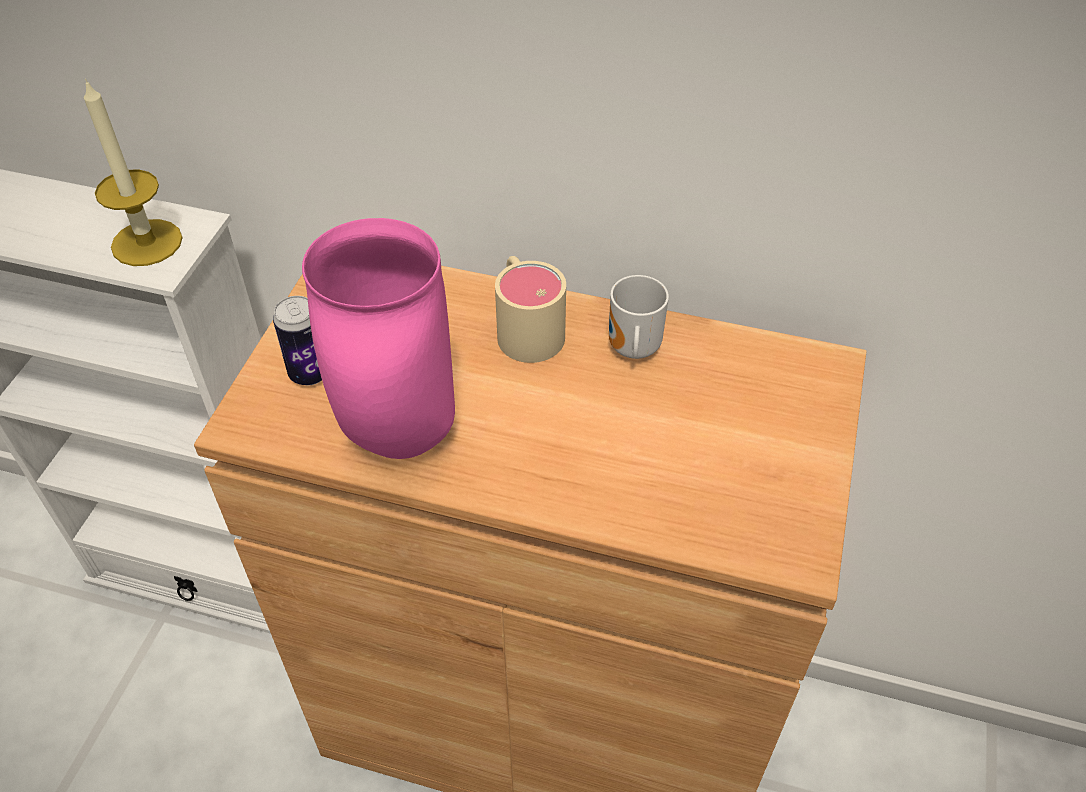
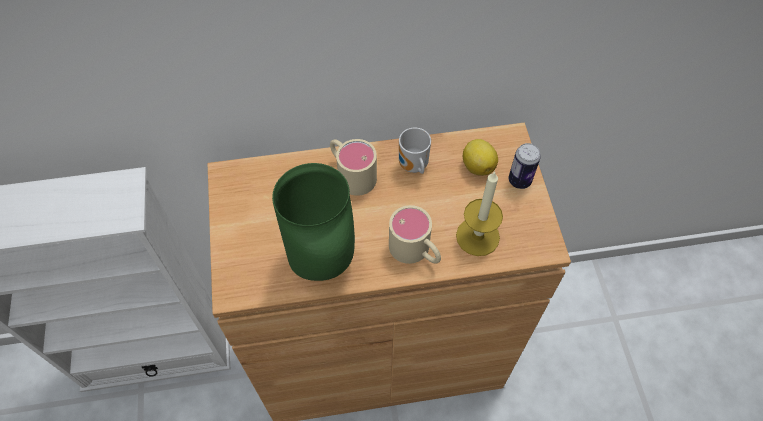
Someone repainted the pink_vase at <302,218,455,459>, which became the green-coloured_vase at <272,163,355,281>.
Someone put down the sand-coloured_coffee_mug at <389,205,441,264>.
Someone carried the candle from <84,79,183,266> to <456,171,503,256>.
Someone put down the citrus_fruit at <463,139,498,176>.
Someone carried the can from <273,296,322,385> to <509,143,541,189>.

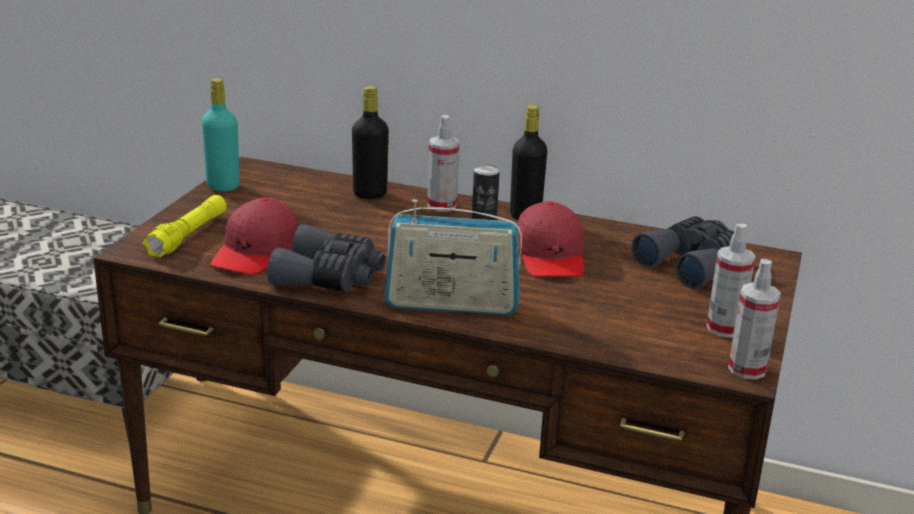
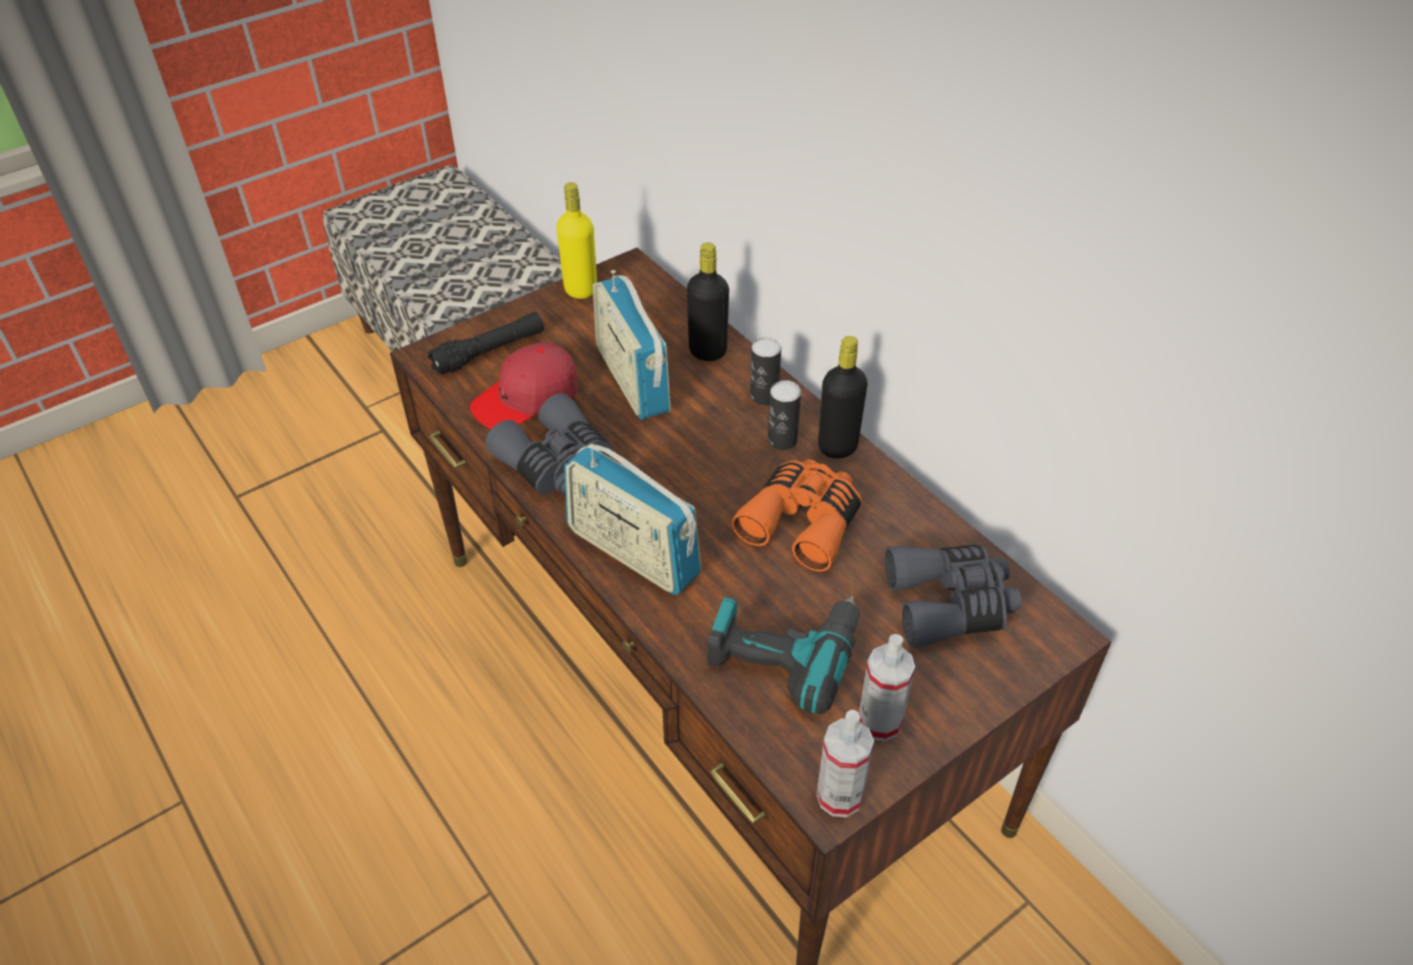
Someone repainted the yellowish_flashlight at <143,195,227,258>, which became the blackish_flashlight at <427,312,544,376>.
Someone repainted the turquoise-coloured_drink_bottle at <202,78,240,191>, which became the yellowish_drink_bottle at <556,182,597,299>.
Someone put down the radio at <593,270,671,420>.
Someone put down the power_drill at <707,596,860,715>.
Someone swapped the red_baseball_cap at <517,201,584,277> for the orangey_pair_of_binoculars at <732,459,862,572>.
Someone swapped the spray_bottle at <427,115,459,212> for the can at <750,337,781,405>.

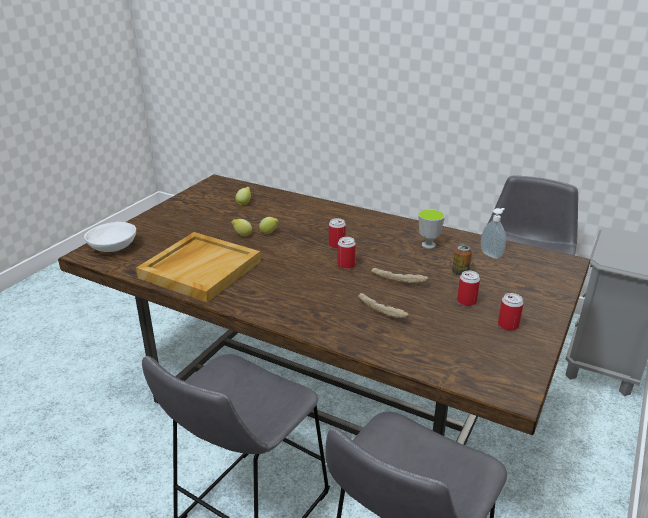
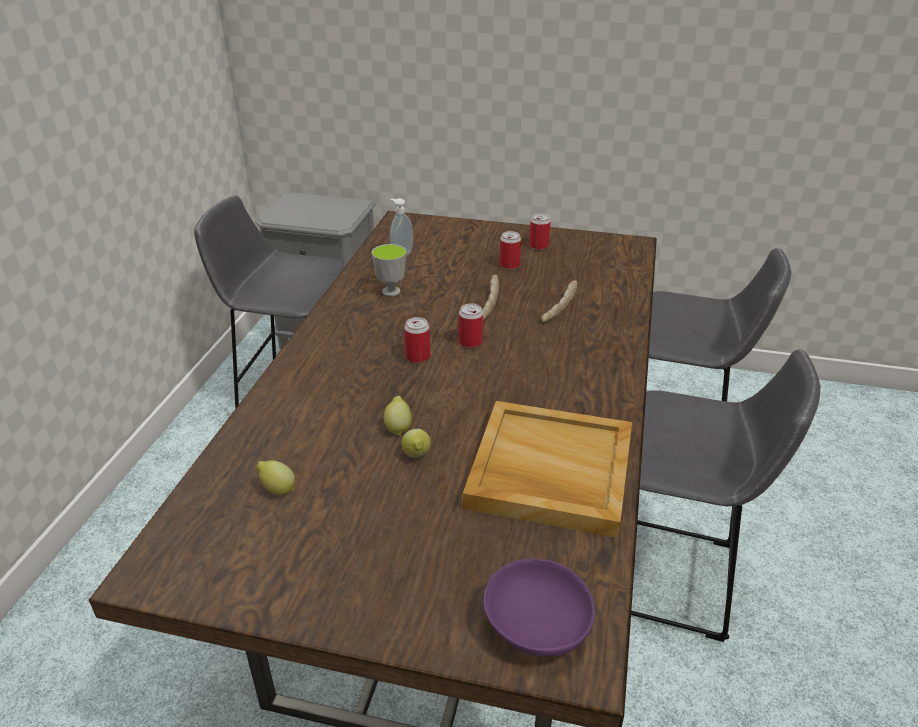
Someone repainted the white-coloured_bowl at <84,222,136,252>, which became the purplish_bowl at <483,559,595,656>.
Someone took away the can at <452,244,472,276>.

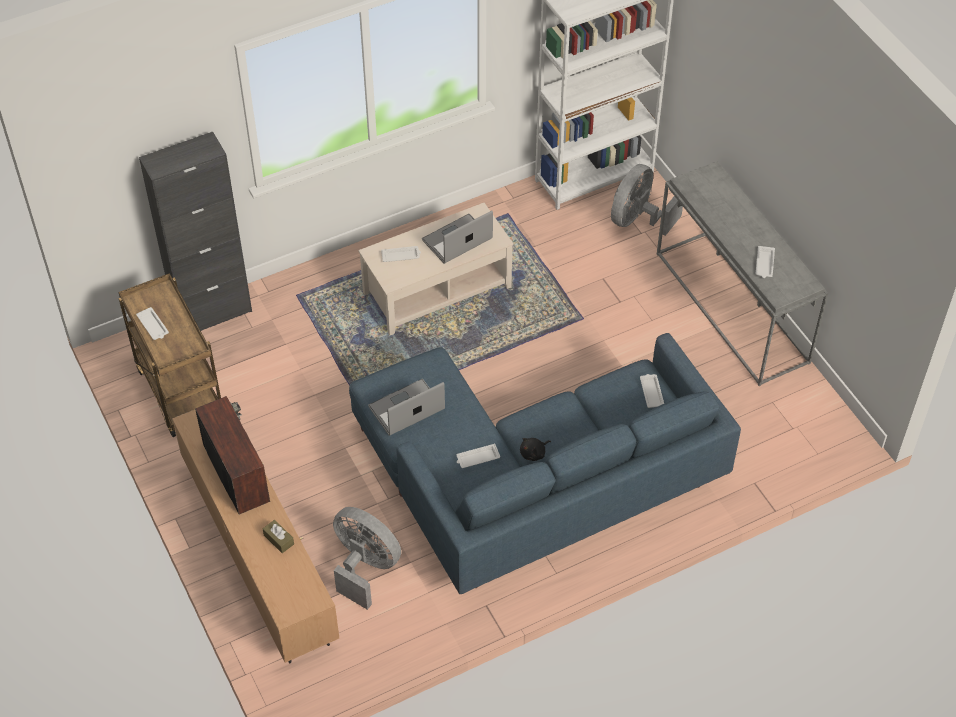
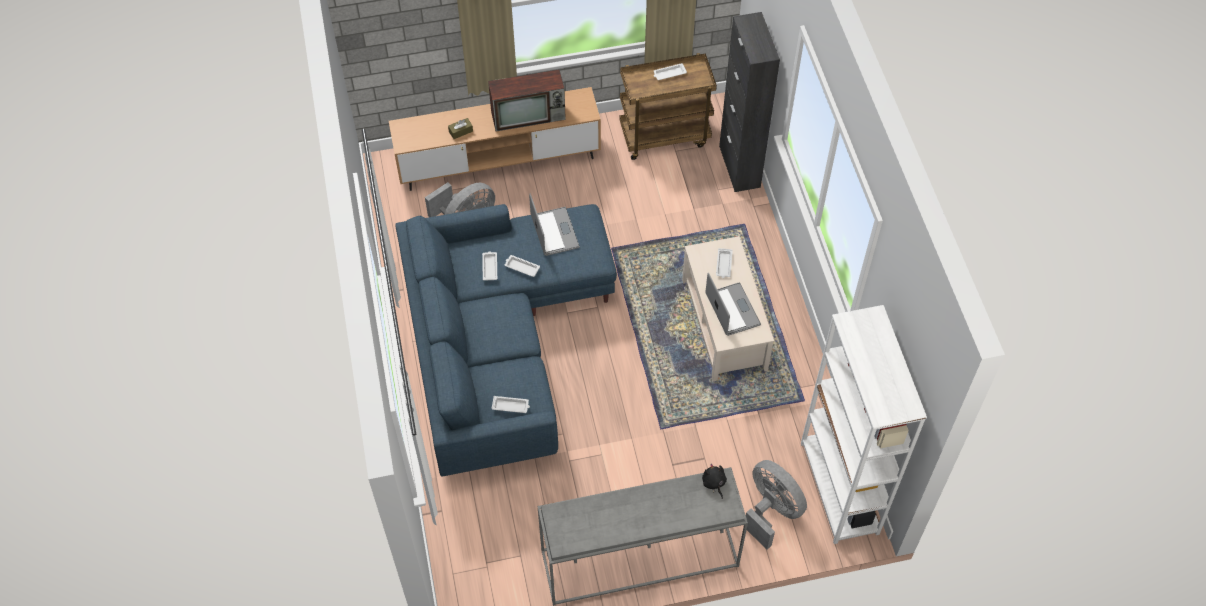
Someone carried the white-coloured_carrying_tray from <756,246,775,278> to <505,255,540,277>.
Someone carried the blackish_cuddly_toy from <520,438,551,461> to <702,464,727,499>.

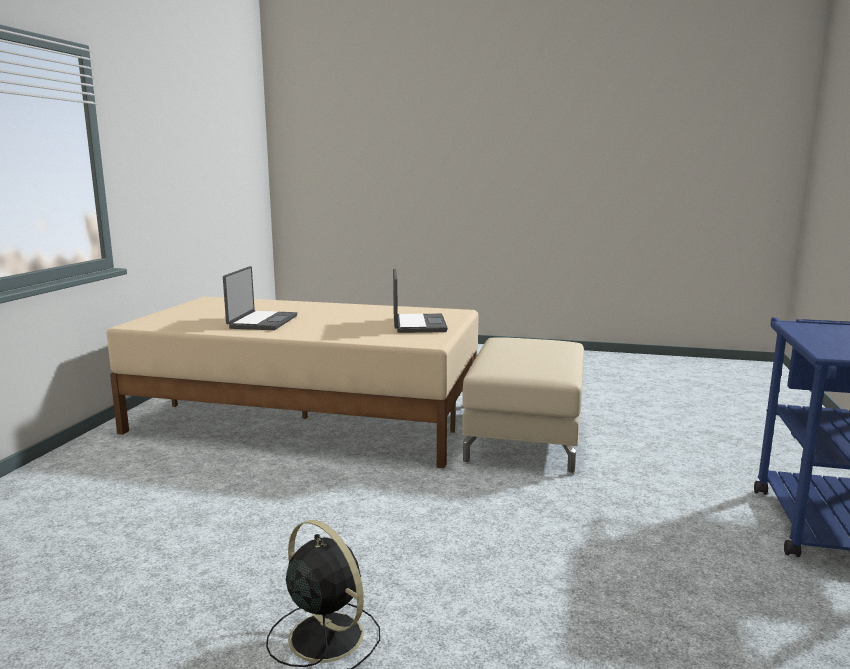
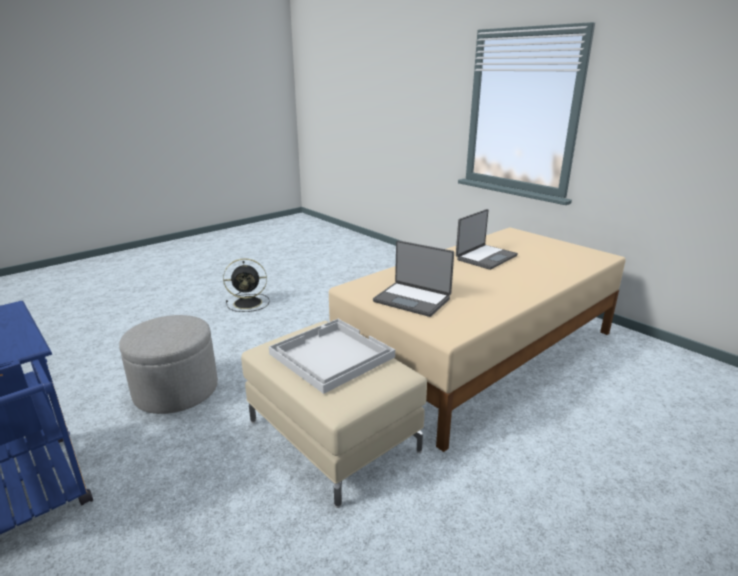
Someone put down the grey_ottoman at <119,315,218,414>.
Someone put down the white-coloured_carrying_tray at <269,319,395,394>.
Someone rotated the notebook_computer at <223,266,297,330> by 90 degrees counterclockwise.

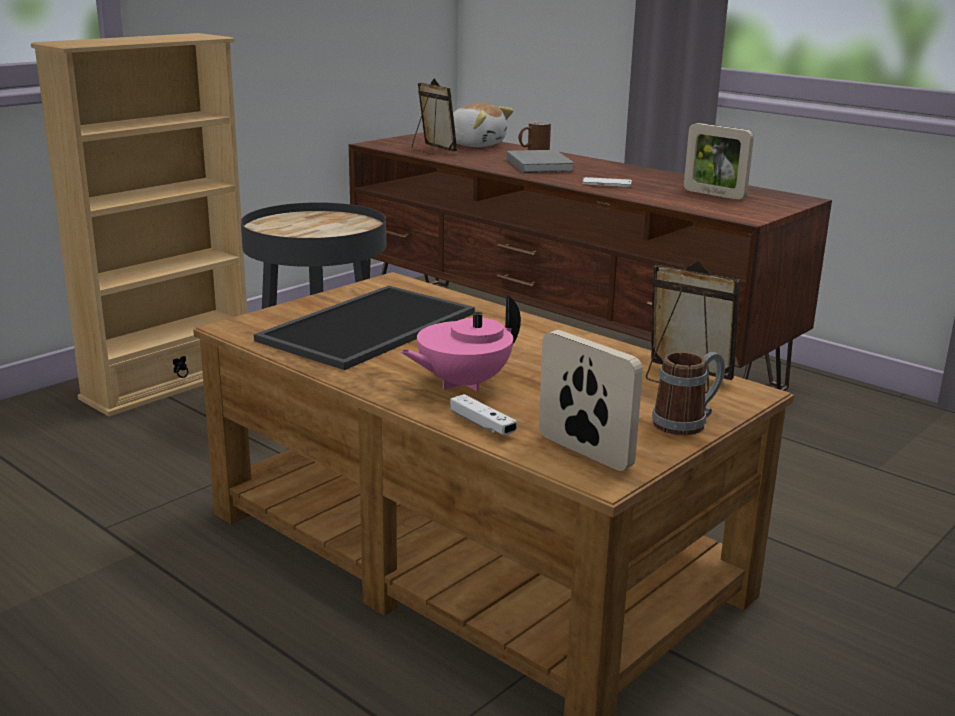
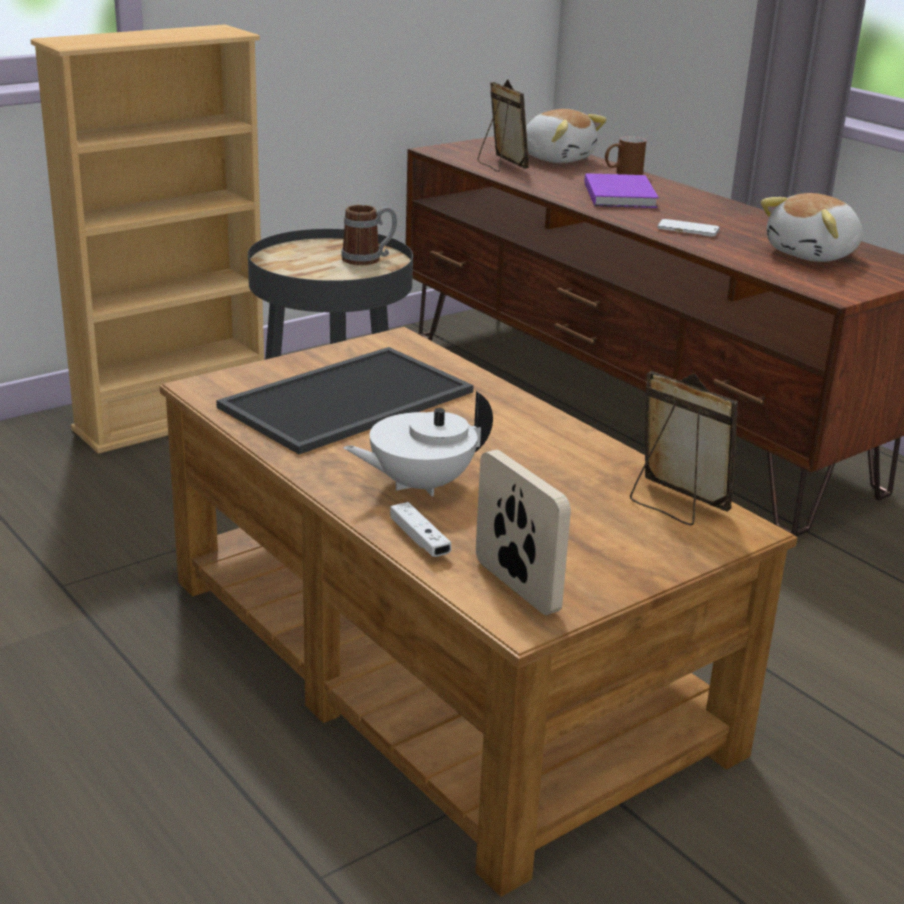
Someone carried the coffee_mug from <652,352,725,436> to <341,205,397,265>.
Someone repainted the pink_pot_for_tea at <400,295,521,391>, which became the white-coloured_pot_for_tea at <344,391,493,496>.
Someone repainted the grey_volume at <507,150,575,173>, which became the purplish_volume at <584,173,659,208>.
Someone swapped the photo_frame at <684,123,754,200> for the cuddly_toy at <761,193,863,262>.

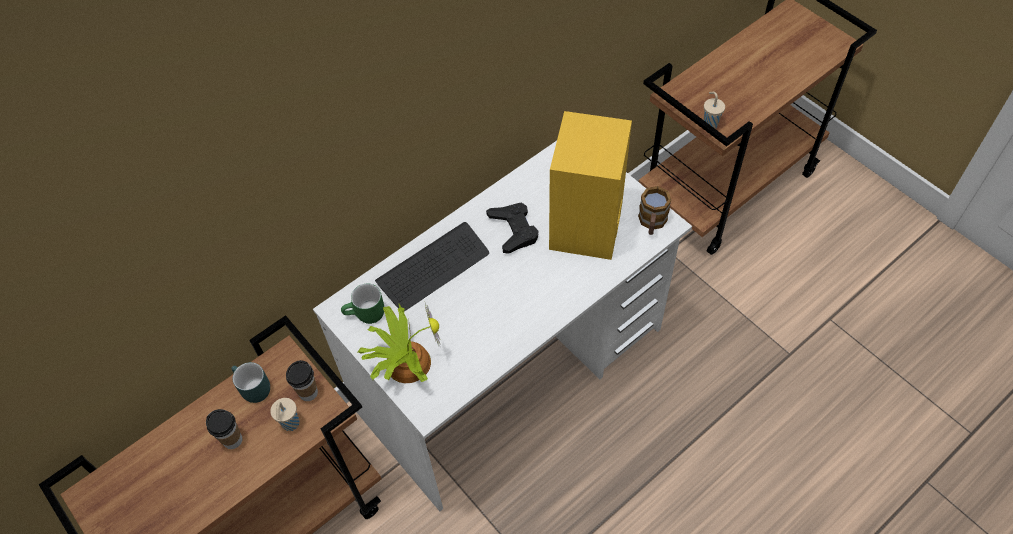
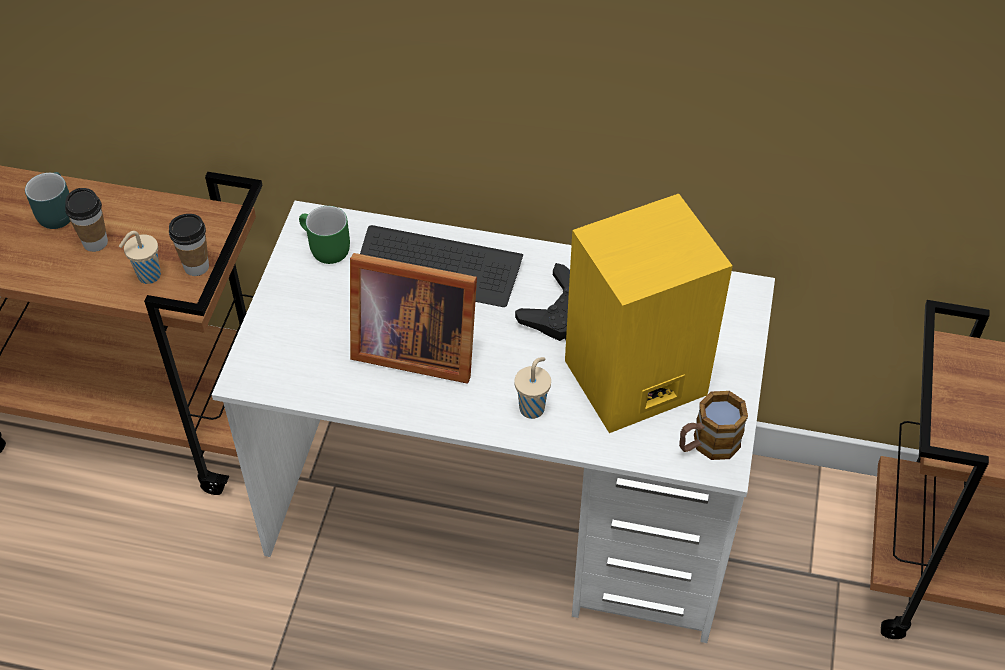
Someone carried the turquoise-coloured_coffee_mug from <231,362,270,403> to <25,172,71,229>.
Someone put down the photo_frame at <350,253,477,384>.
Someone carried the sand-coloured_cup from <704,92,725,129> to <514,357,551,419>.
Someone took away the plant_in_a_pot at <358,303,441,383>.

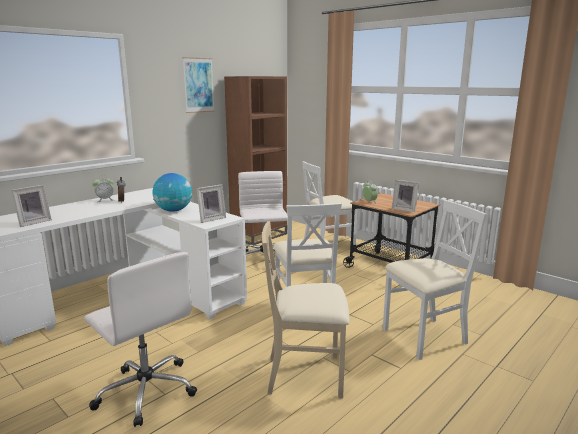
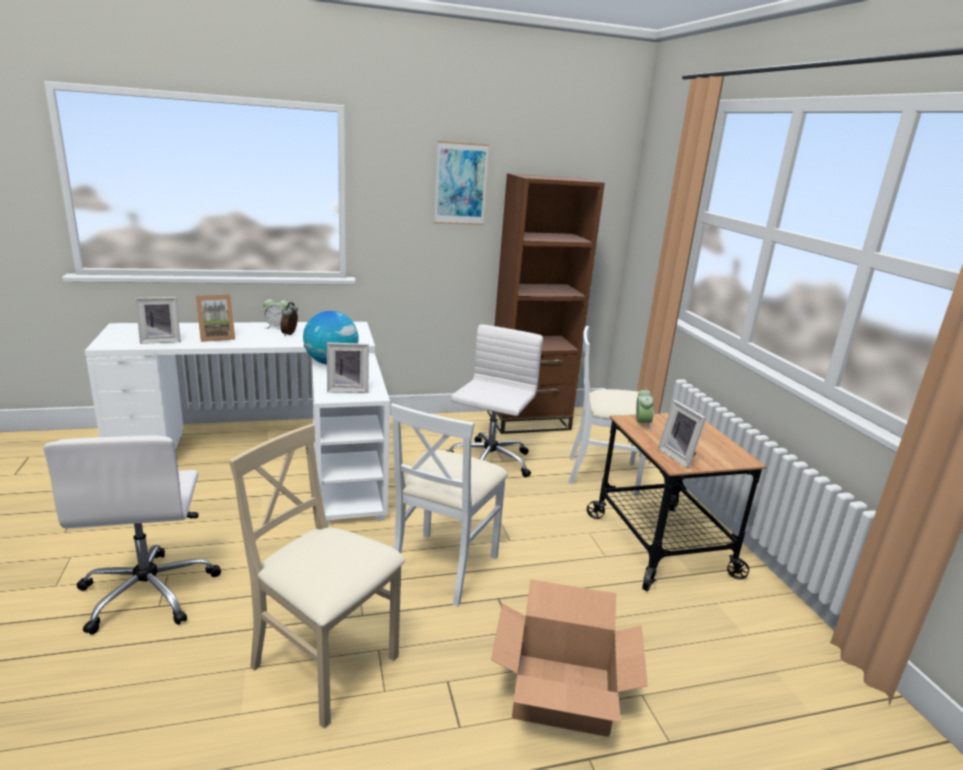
Someone put down the photo_frame at <196,295,235,342>.
Someone swapped the white-coloured_chair at <383,200,487,360> for the carton at <491,579,648,737>.

